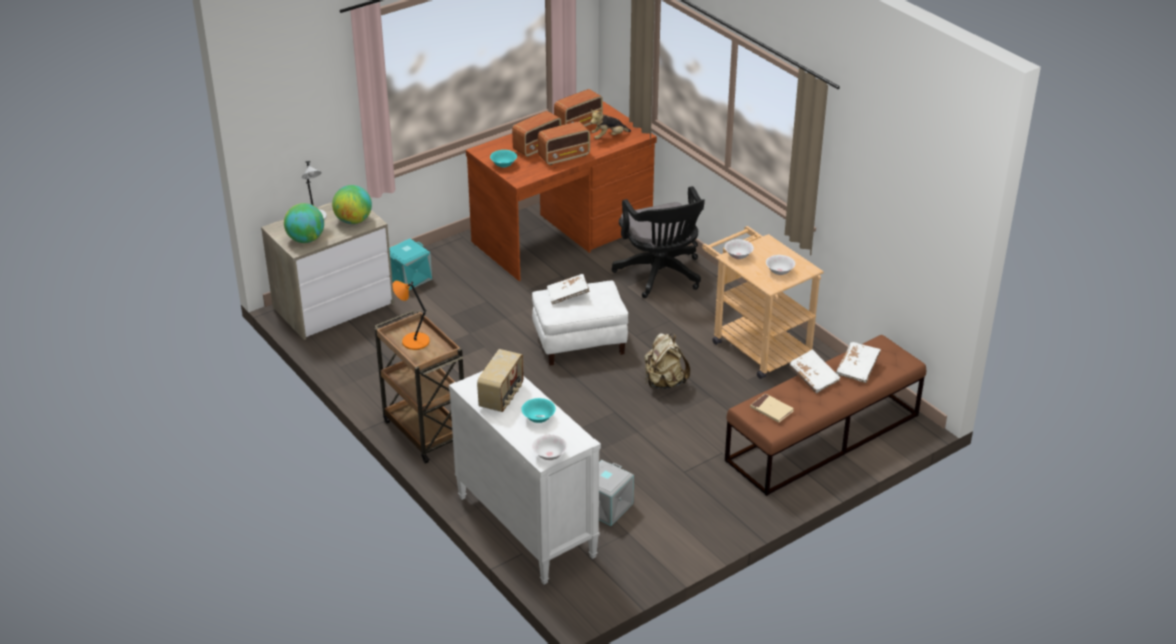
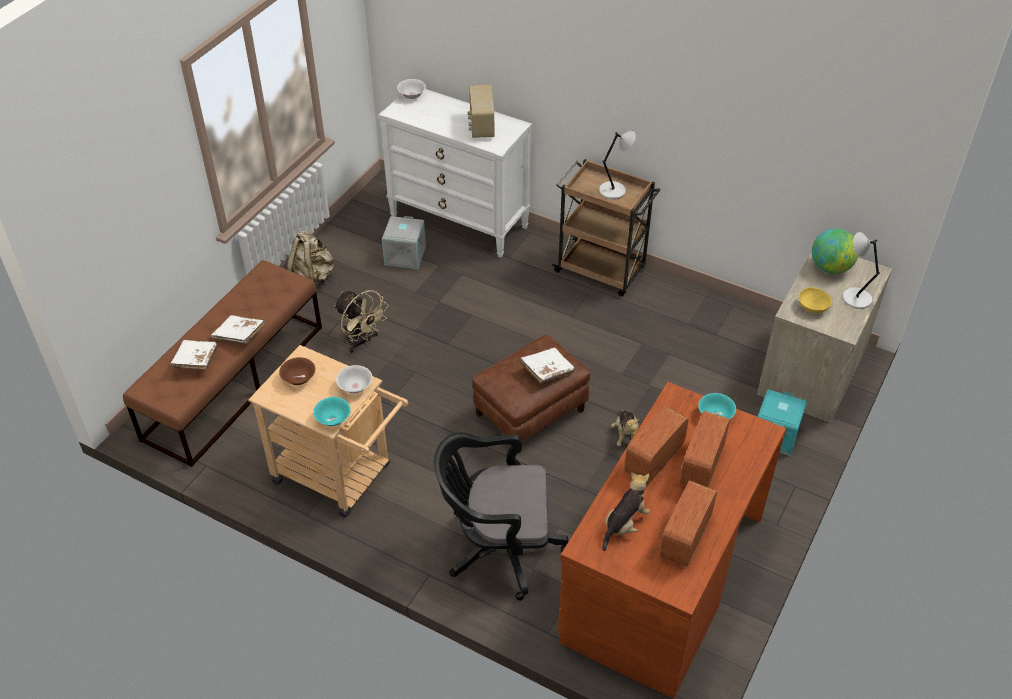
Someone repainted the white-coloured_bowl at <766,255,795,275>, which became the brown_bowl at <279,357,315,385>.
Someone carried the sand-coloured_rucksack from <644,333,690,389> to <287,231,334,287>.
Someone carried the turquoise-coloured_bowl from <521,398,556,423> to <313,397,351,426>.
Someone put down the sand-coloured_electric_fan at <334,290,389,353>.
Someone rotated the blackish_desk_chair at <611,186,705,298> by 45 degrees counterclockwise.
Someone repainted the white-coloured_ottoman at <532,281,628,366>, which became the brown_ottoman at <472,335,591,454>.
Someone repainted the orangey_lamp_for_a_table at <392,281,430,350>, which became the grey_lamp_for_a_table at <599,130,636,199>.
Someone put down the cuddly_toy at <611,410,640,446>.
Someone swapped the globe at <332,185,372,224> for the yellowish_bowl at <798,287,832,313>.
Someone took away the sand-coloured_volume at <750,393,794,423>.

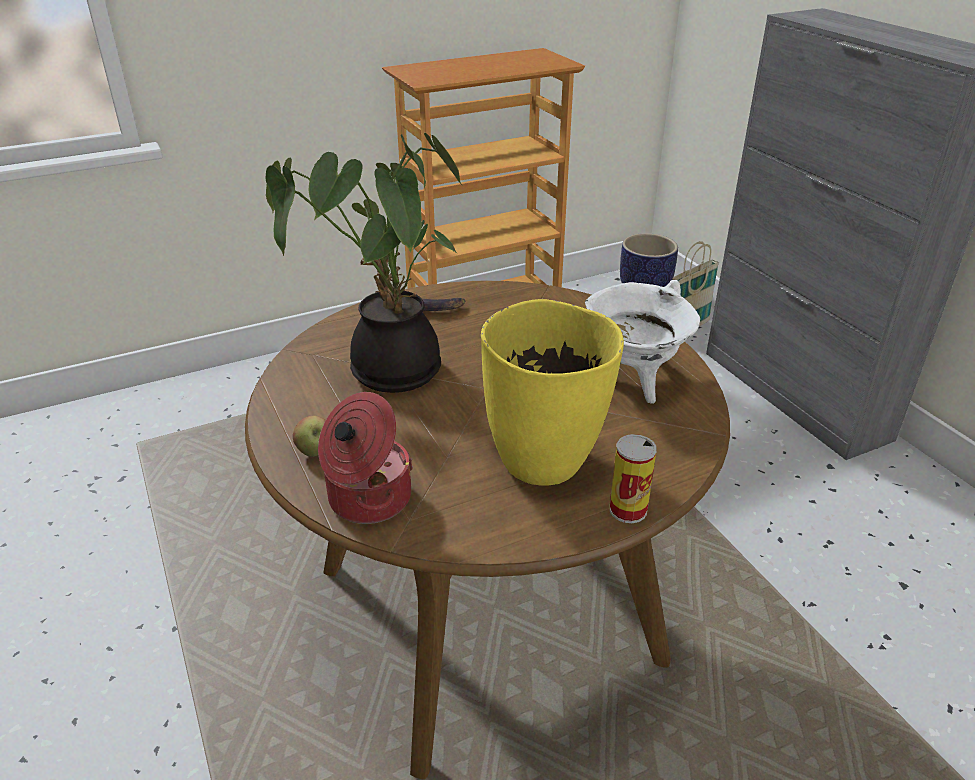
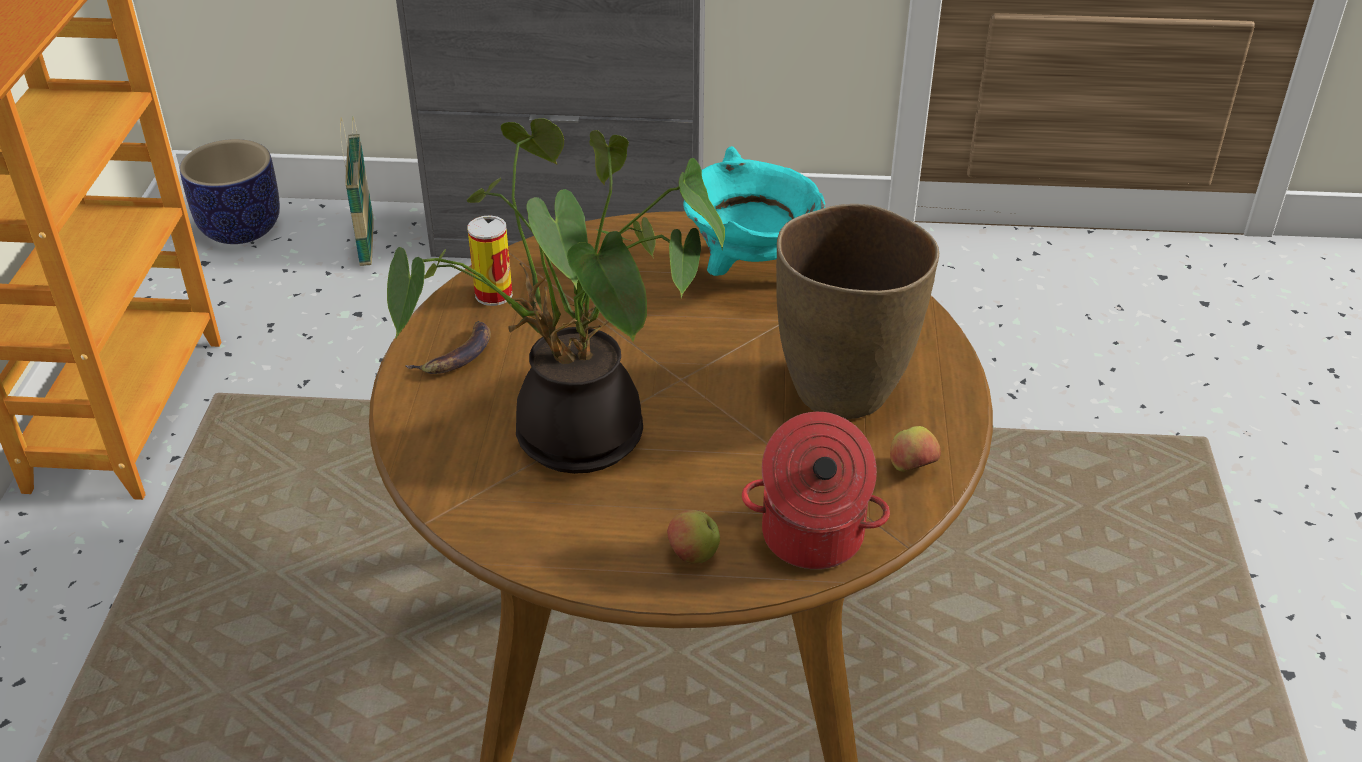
Someone carried the can from <609,434,657,523> to <467,215,513,306>.
Someone repainted the white-coloured_cooking_pot at <585,280,700,404>, which became the turquoise-coloured_cooking_pot at <683,146,825,276>.
Someone repainted the yellowish_vase at <481,299,624,486>, which became the brown_vase at <776,204,939,419>.
Someone put down the apple_fruit at <890,426,941,472>.

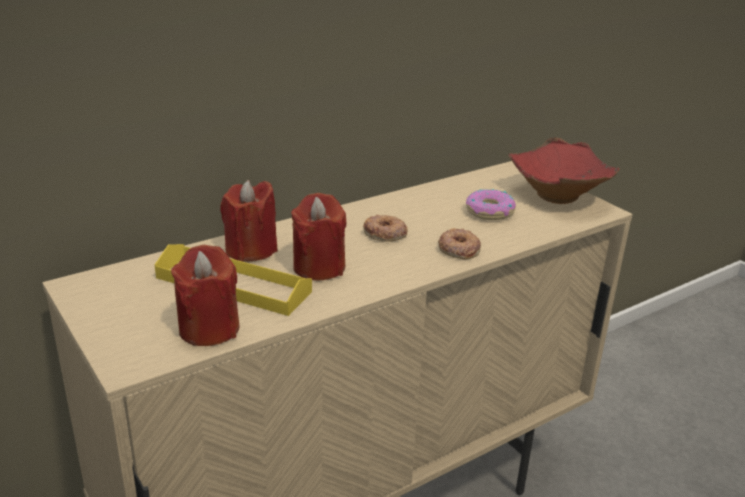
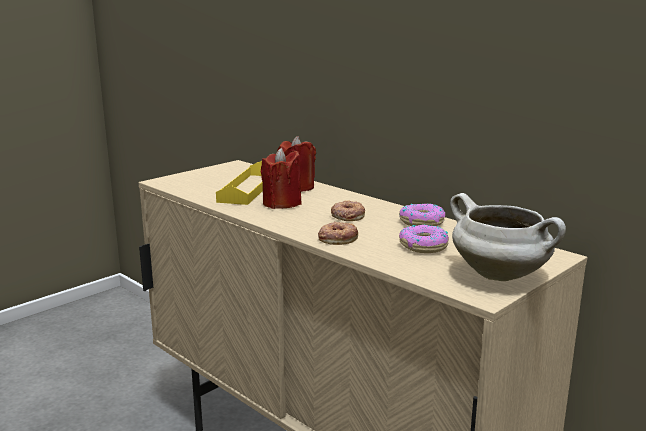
Someone put down the donut at <399,203,445,226>.
Someone swapped the red_bowl at <508,137,619,204> for the white-coloured_cooking_pot at <450,193,566,281>.
Someone took away the red_candle at <171,245,240,346>.

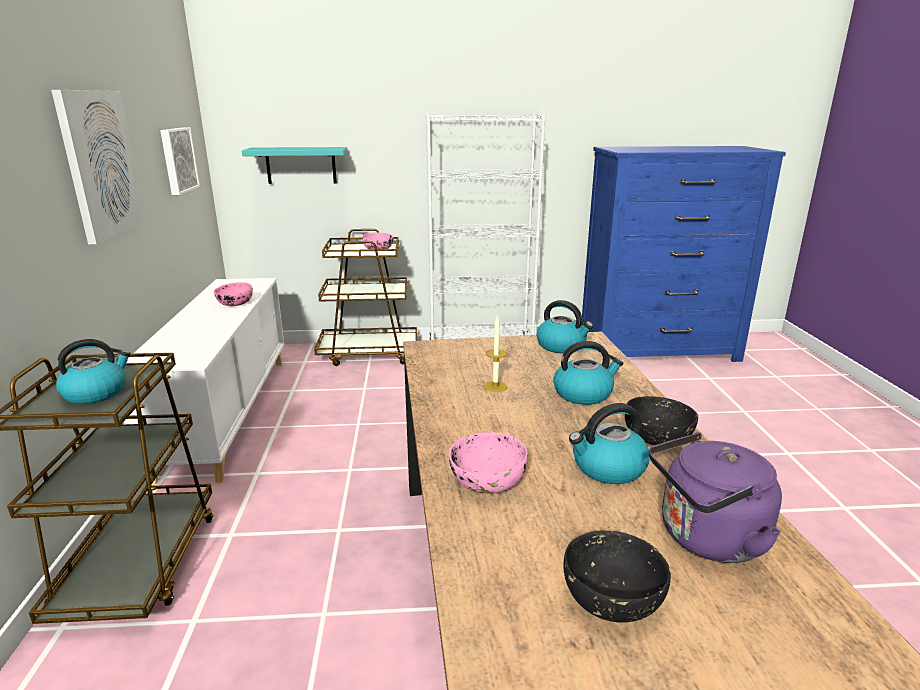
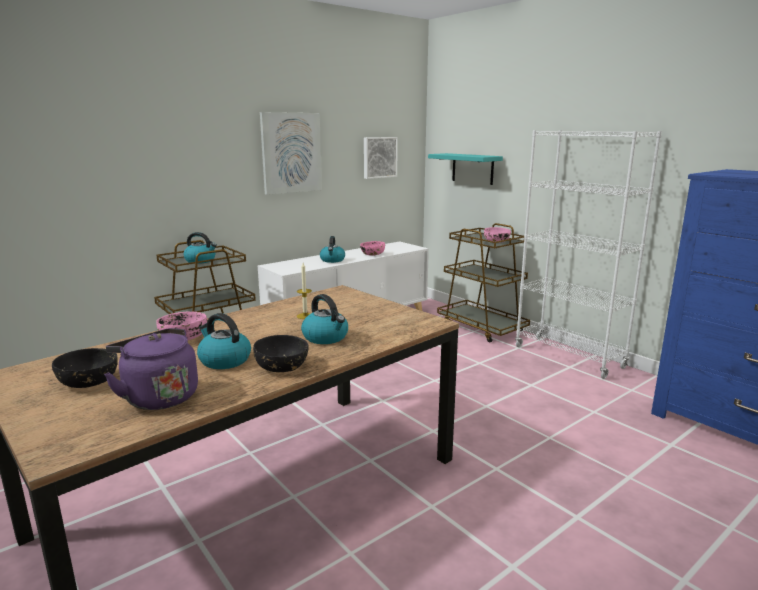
Someone carried the water_kettle from <537,300,593,353> to <320,236,345,263>.

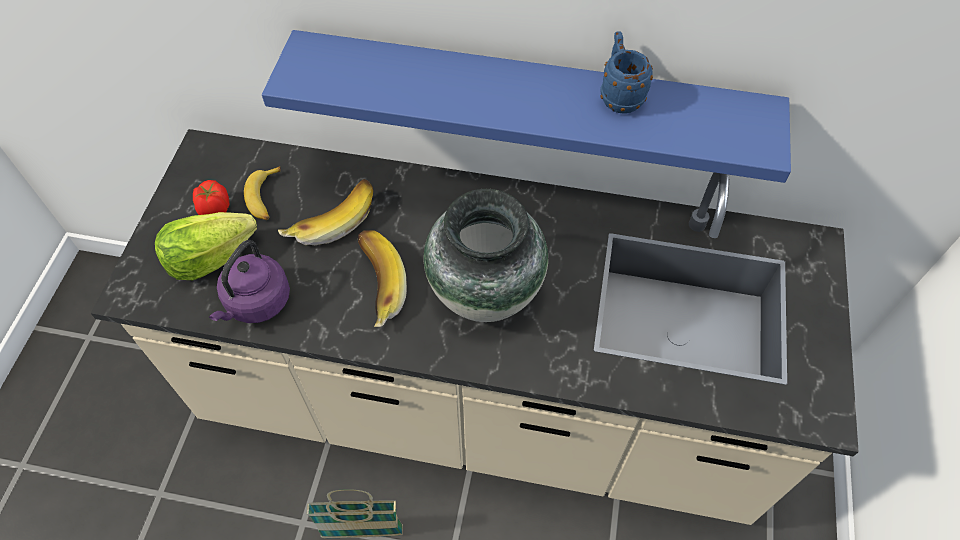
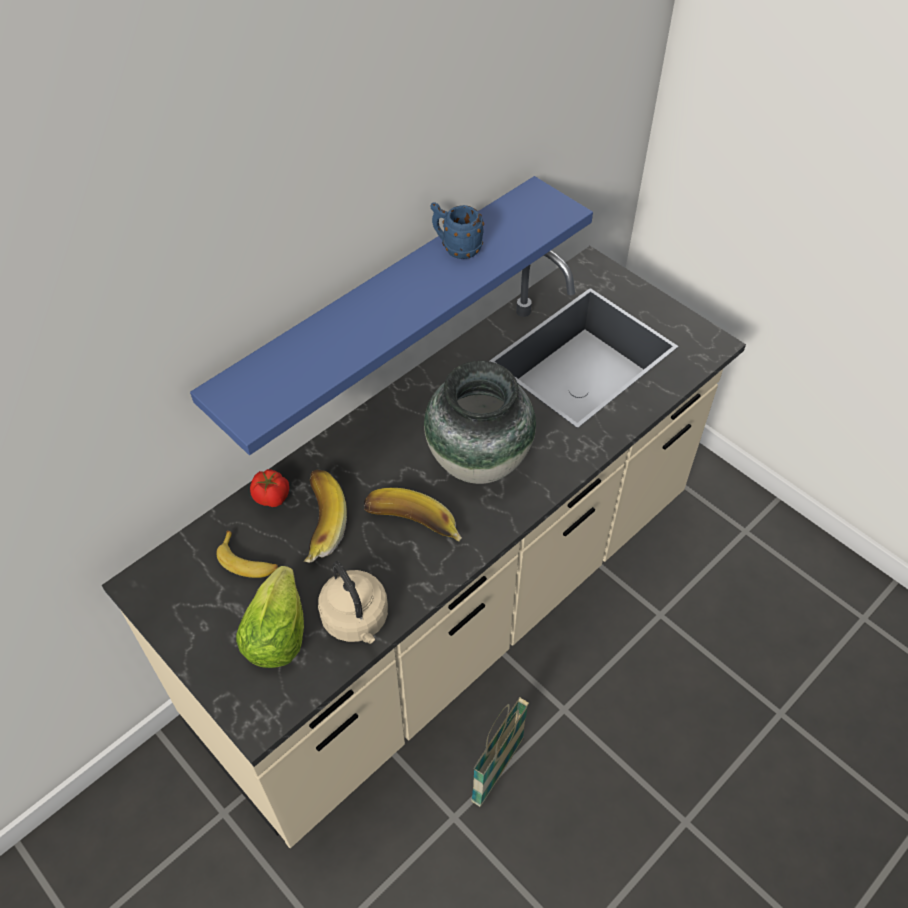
Someone carried the fresh_tomato from <193,180,229,215> to <250,469,289,507>.
Someone repainted the purplish_water_kettle at <209,240,290,323>, which became the sand-coloured_water_kettle at <318,561,388,644>.

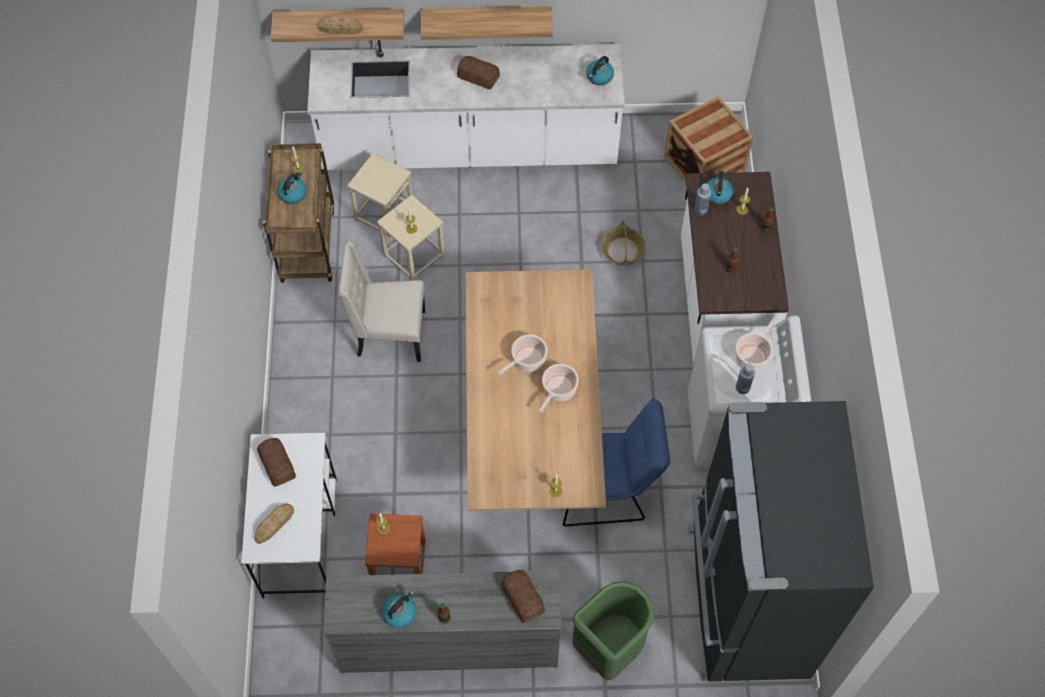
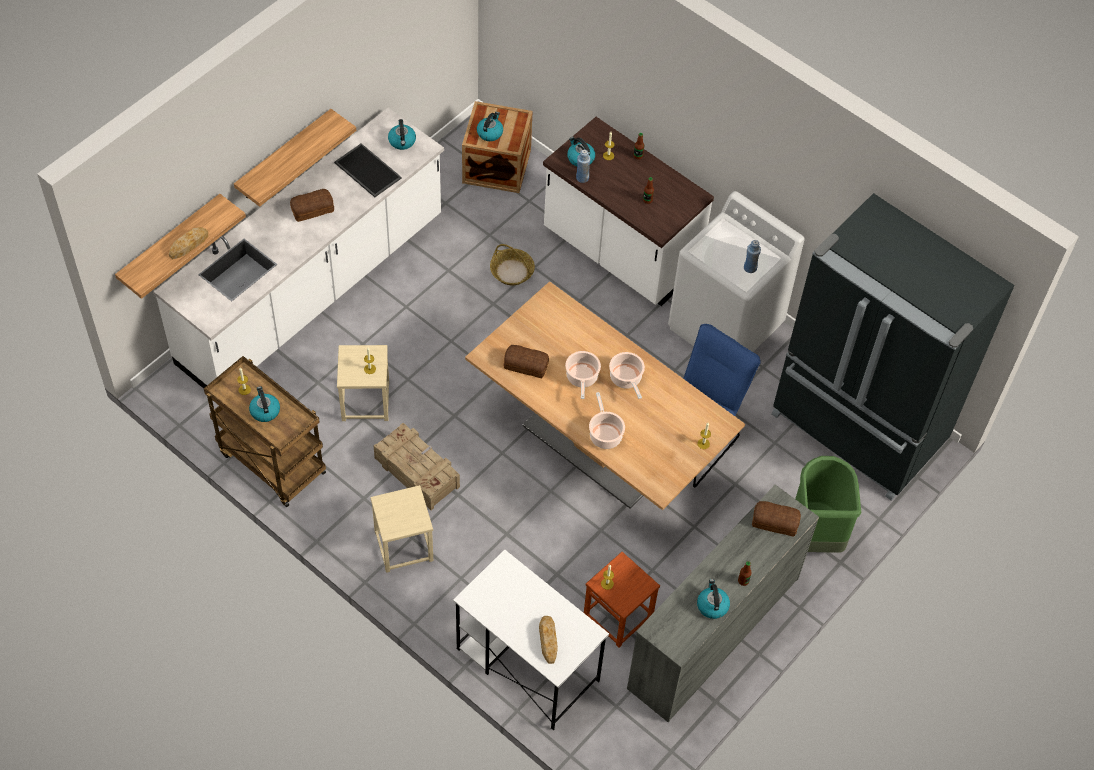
Someone put down the carrying_tray at <334,143,402,197>.
Someone carried the sand-coloured_sitting_stool from <347,153,413,239> to <370,485,433,573>.
Someone swapped the sand-coloured_chair at <339,241,425,362> for the shipping_crate at <374,423,460,510>.
Someone put down the water_kettle at <477,112,503,141>.
Someone carried the baked_bread from <257,438,296,487> to <504,345,549,378>.
Someone carried the cooking_pot from <735,317,777,371> to <589,392,625,449>.

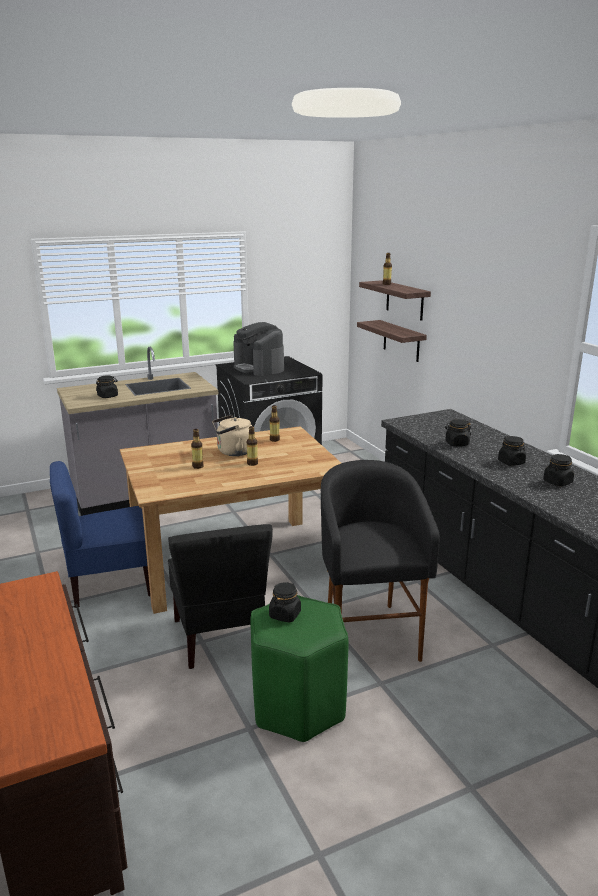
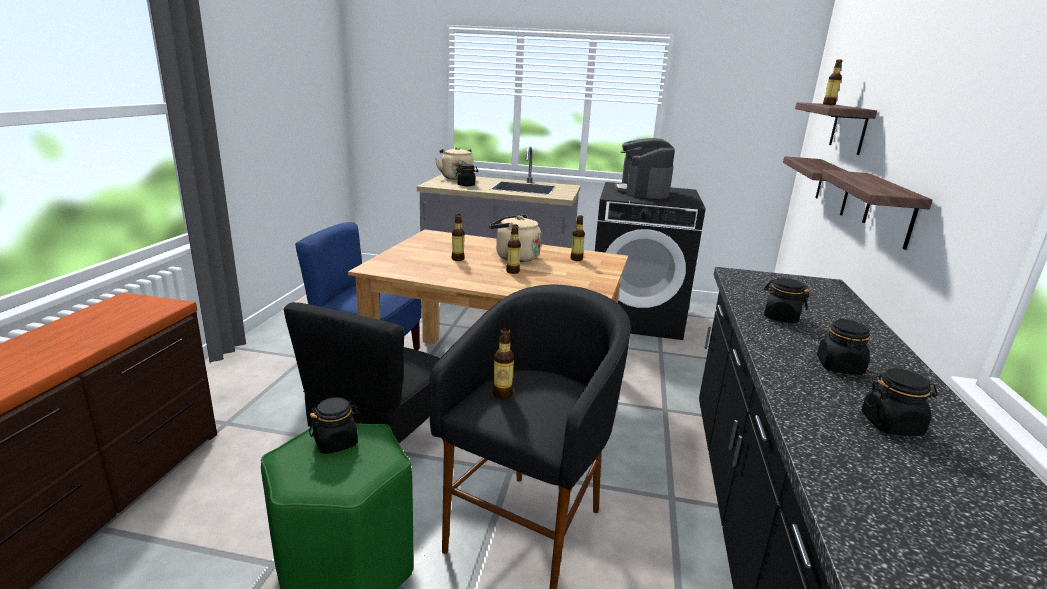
Someone put down the sand-coloured_water_kettle at <435,147,474,180>.
Someone put down the drink_bottle at <493,328,514,399>.
Someone put up the bracket_shelf at <821,170,933,250>.

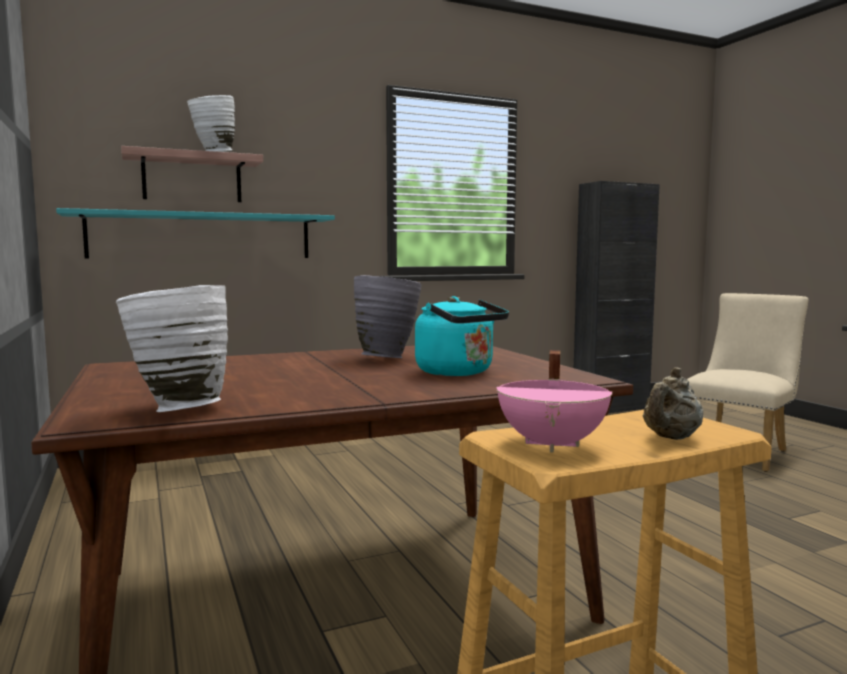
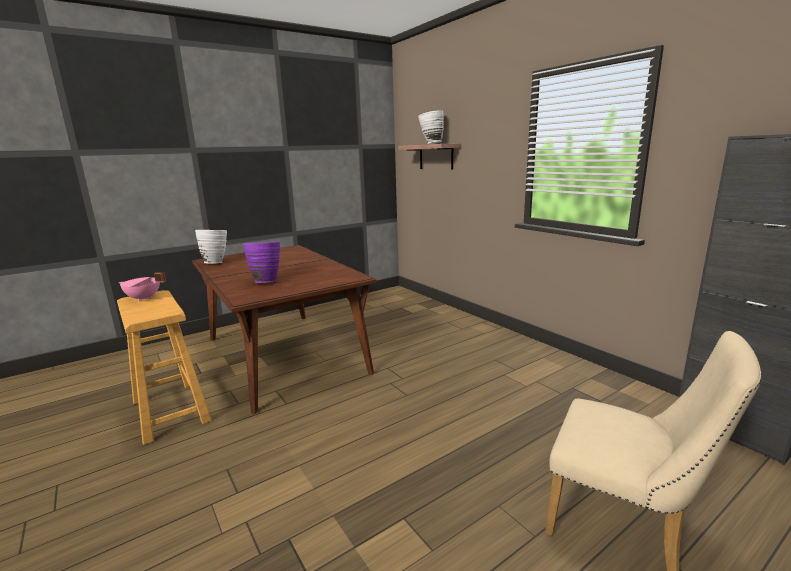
Someone swapped the turquoise-coloured_water_kettle at <415,296,509,376> for the purplish_vase at <243,242,280,283>.
Someone took away the turquoise-coloured_bracket_shelf at <56,208,335,258>.
Someone took away the grey_vase at <354,275,422,358>.
Someone took away the sand-coloured_pot_for_tea at <643,367,703,440>.

